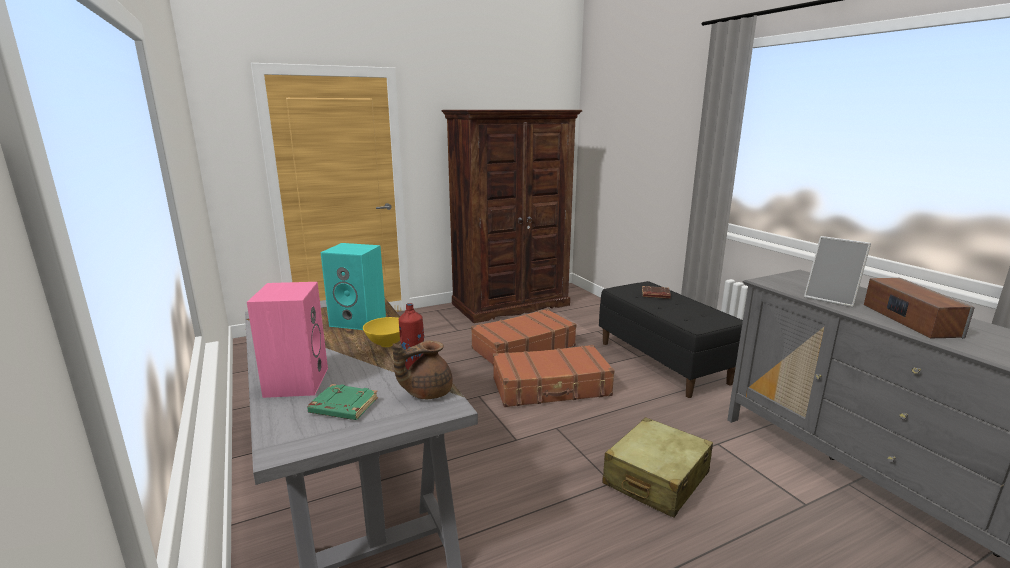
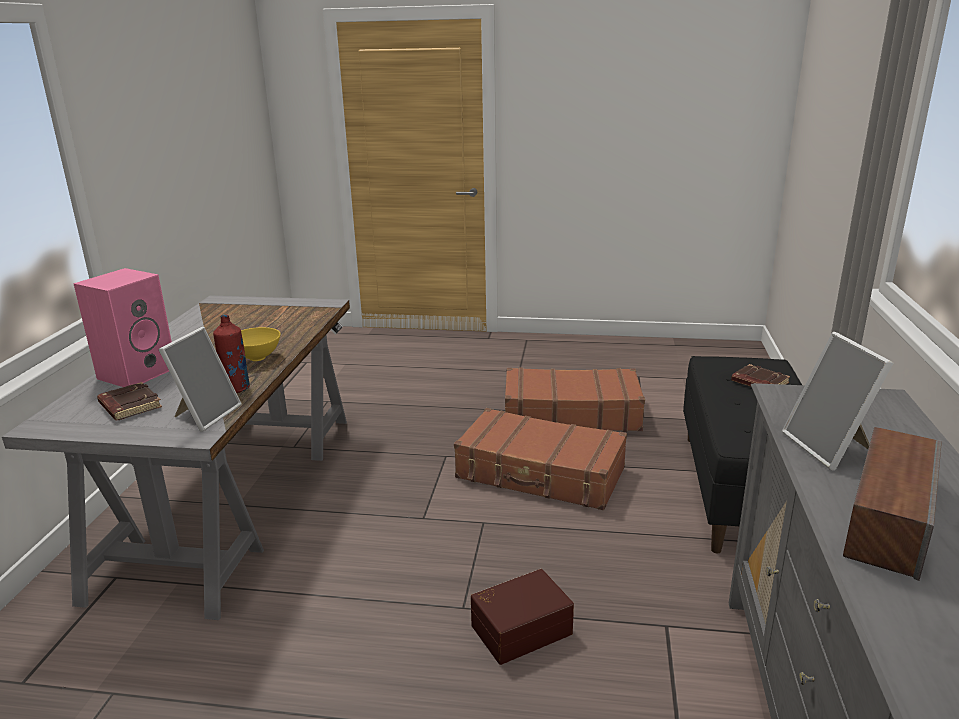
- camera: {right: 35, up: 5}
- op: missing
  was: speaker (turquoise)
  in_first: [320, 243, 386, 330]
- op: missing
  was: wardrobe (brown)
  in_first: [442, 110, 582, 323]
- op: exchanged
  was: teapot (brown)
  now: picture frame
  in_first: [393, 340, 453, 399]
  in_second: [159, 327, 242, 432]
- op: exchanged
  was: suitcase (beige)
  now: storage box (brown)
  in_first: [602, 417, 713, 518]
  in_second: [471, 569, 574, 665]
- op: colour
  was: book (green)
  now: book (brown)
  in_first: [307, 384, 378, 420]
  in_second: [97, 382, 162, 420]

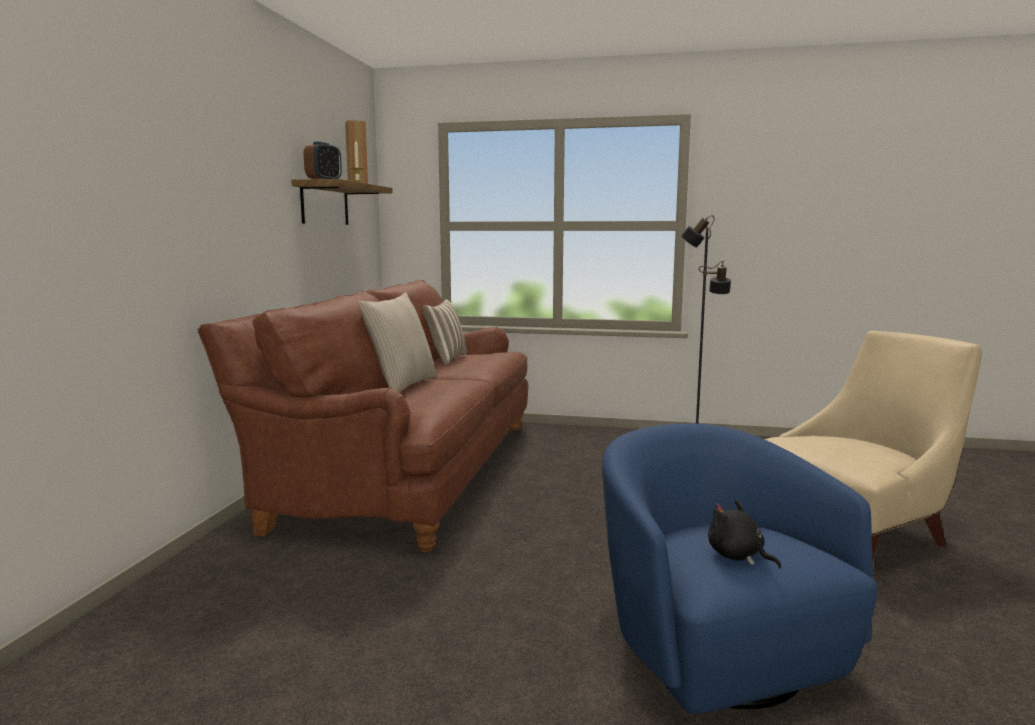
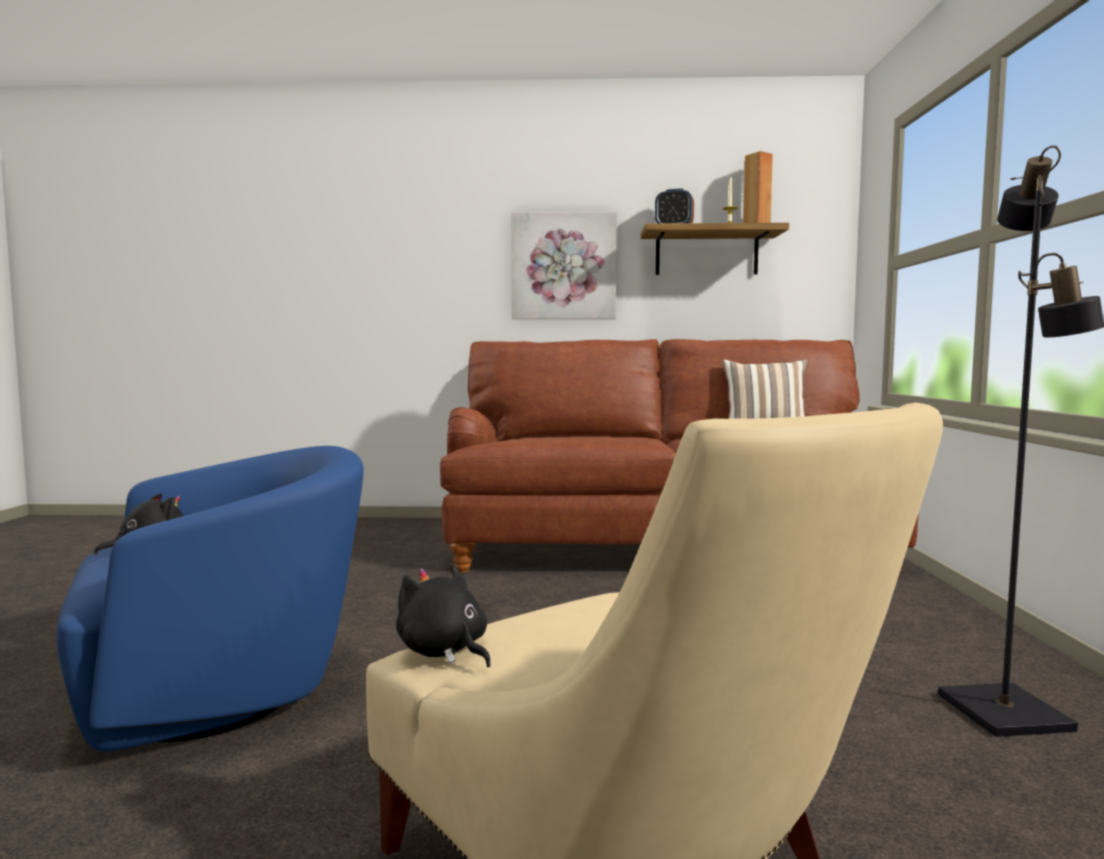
- camera: {right: 80, up: -5}
- op: missing
  was: pillow (beige)
  in_first: [358, 292, 437, 392]
- op: appeared
  now: plush toy (black)
  in_second: [396, 563, 491, 667]
- op: appeared
  now: picture
  in_second: [511, 212, 617, 319]

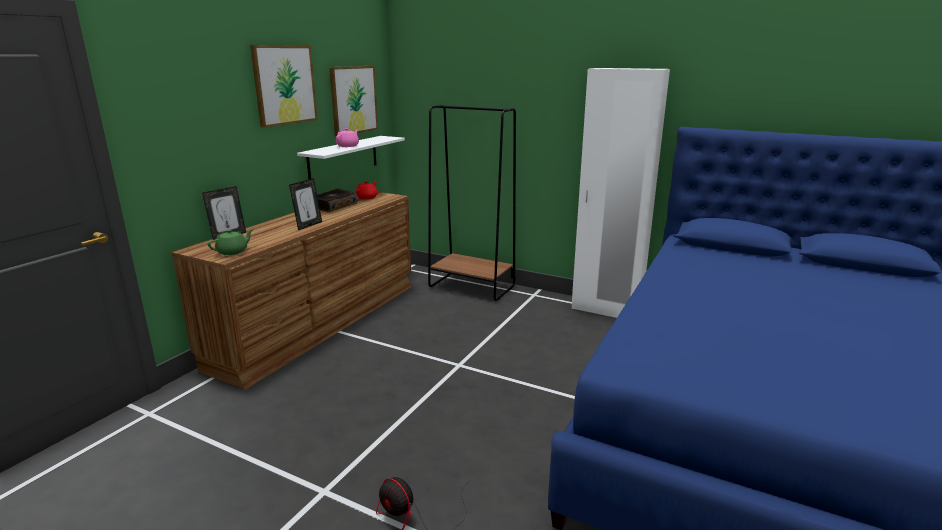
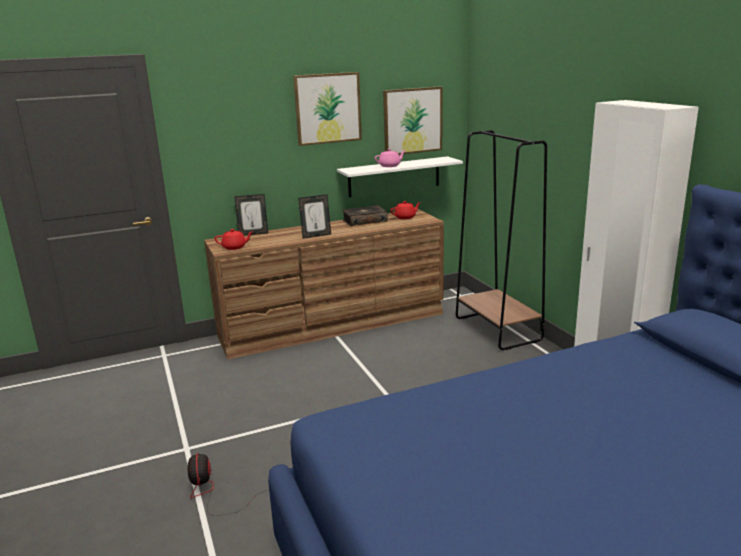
- camera: {right: 40, up: 0}
- op: colour
  was: teapot (green)
  now: teapot (red)
  in_first: [208, 229, 253, 255]
  in_second: [214, 229, 254, 250]

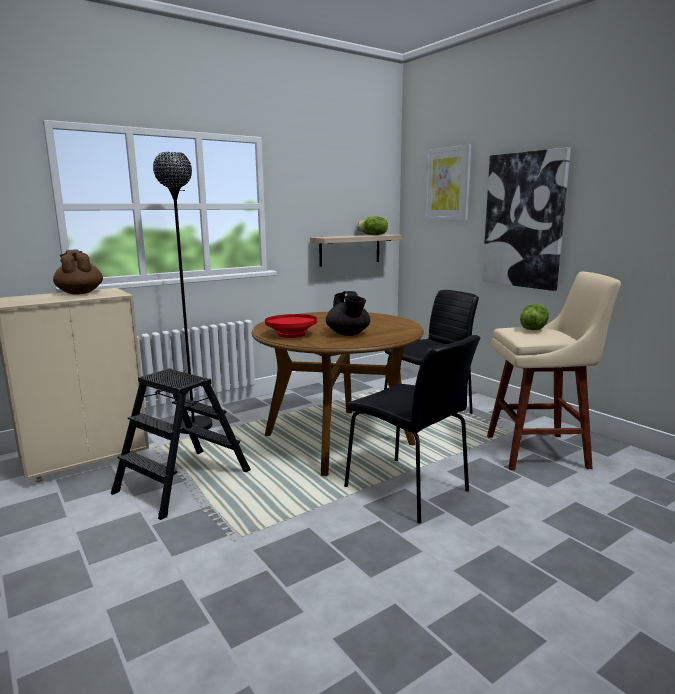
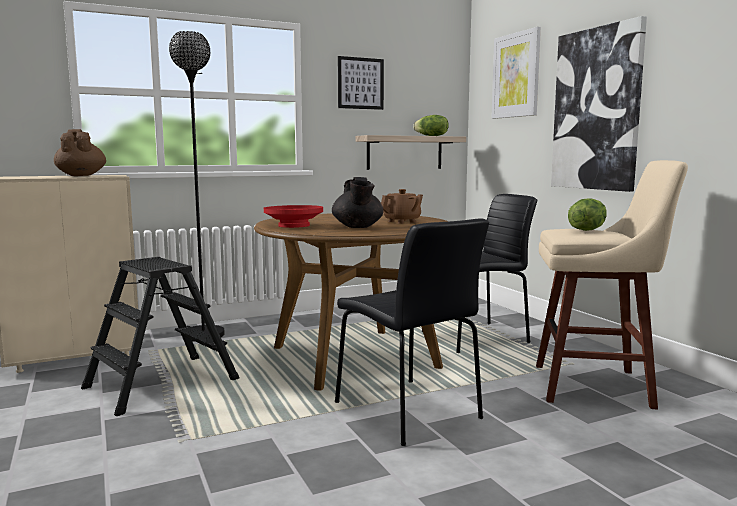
- camera: {right: 10, up: -5}
- op: appeared
  now: picture
  in_second: [338, 56, 384, 110]
- op: appeared
  now: teapot (brown)
  in_second: [381, 189, 423, 224]

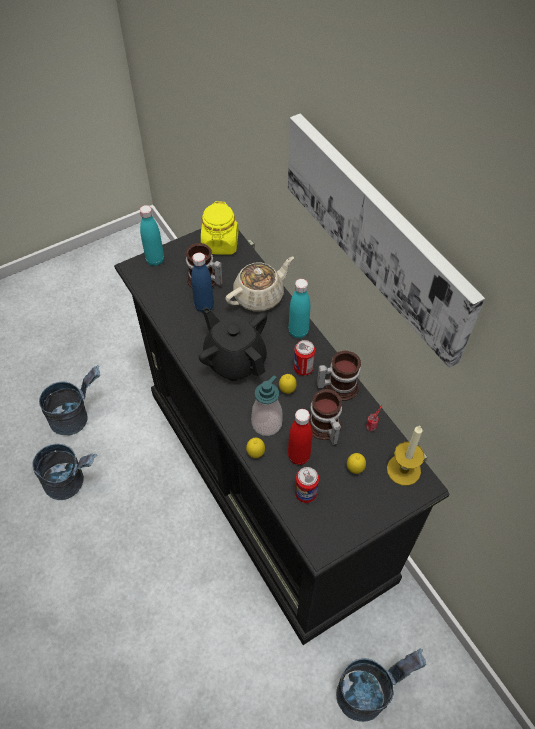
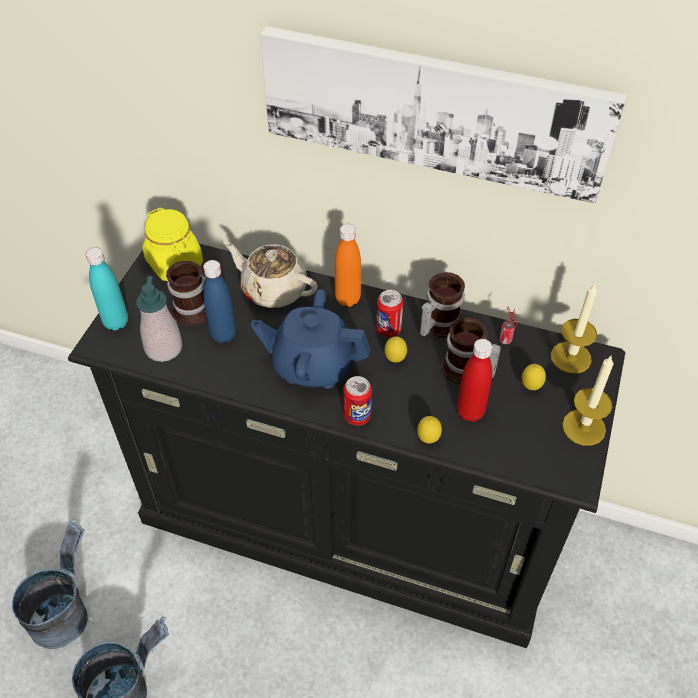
- camera: {right: -40, up: -5}
- op: missing
  was: bucket (grey)
  in_first: [336, 649, 426, 722]
- op: appeared
  now: candle
  in_second: [562, 356, 614, 446]
- op: relocated
  was: soap dispenser
  in_first: [251, 376, 283, 436]
  in_second: [136, 276, 182, 362]
- op: relocated
  was: can
  in_first: [295, 467, 319, 503]
  in_second: [344, 376, 372, 425]
- op: colour
  was: teapot (black)
  now: teapot (blue)
  in_first: [199, 307, 267, 381]
  in_second: [251, 289, 371, 389]
- op: colour
  was: bottle (turquoise)
  now: bottle (orange)
  in_first: [289, 279, 310, 338]
  in_second: [335, 224, 361, 307]
- op: spun
  was: teapot (beige)
  in_first: [225, 257, 294, 312]
  in_second: [223, 241, 318, 308]
  clockwise: -75

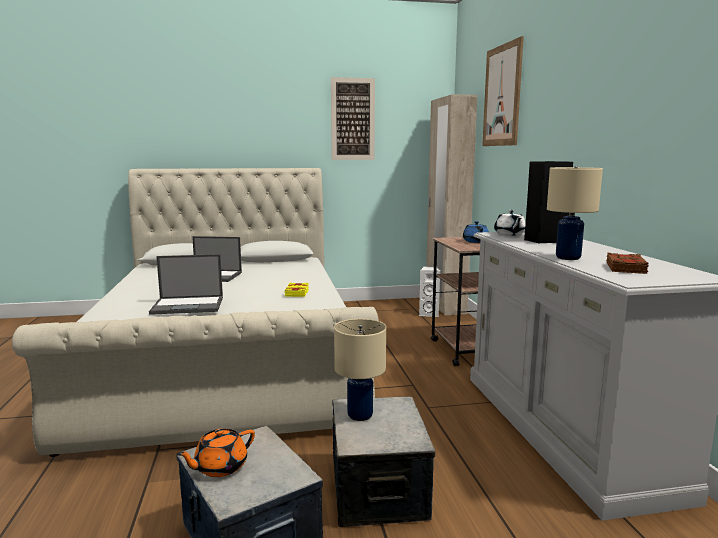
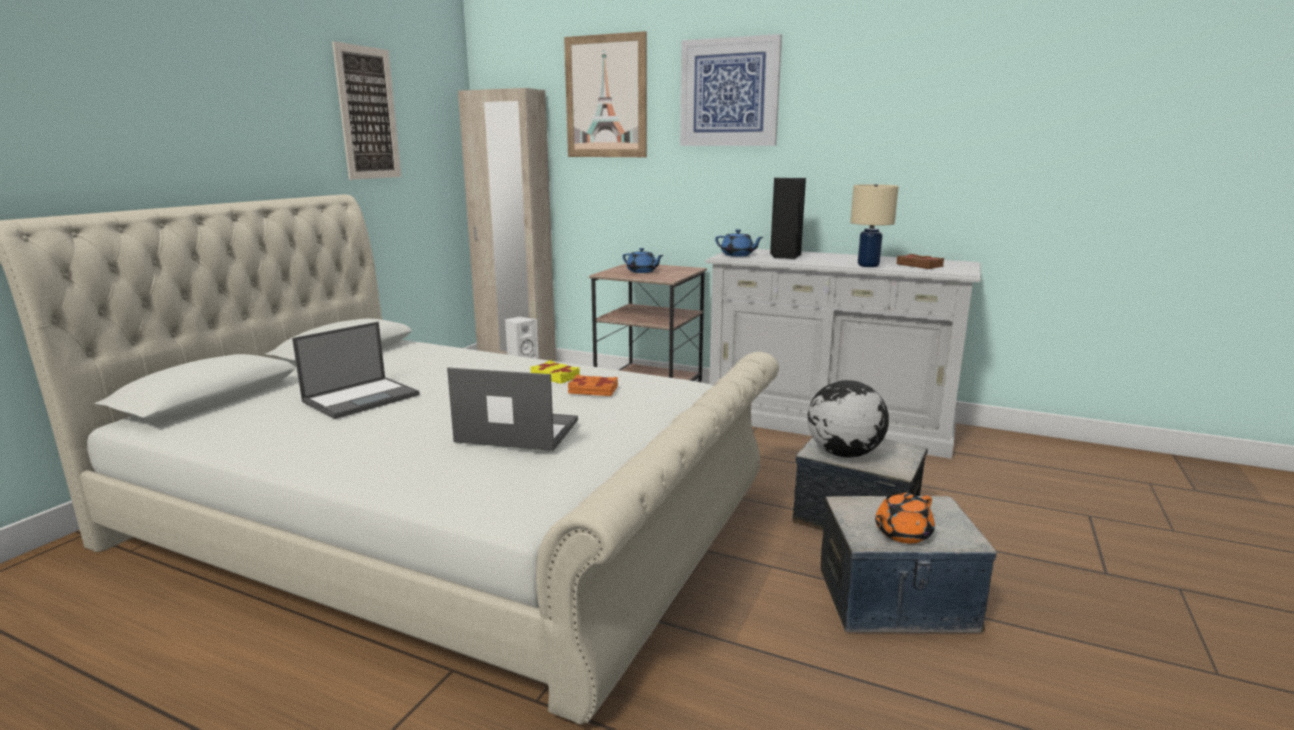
- camera: {right: -55, up: 5}
- op: appeared
  now: book (orange)
  in_second: [568, 375, 618, 396]
- op: appeared
  now: picture
  in_second: [680, 34, 782, 146]
- op: exchanged
  was: table lamp (beige)
  now: globe
  in_first: [334, 319, 386, 421]
  in_second: [807, 380, 889, 458]
- op: colour
  was: teapot (white)
  now: teapot (blue)
  in_first: [494, 210, 526, 236]
  in_second: [715, 229, 763, 257]
- op: spun
  was: laptop
  in_first: [149, 254, 223, 315]
  in_second: [447, 368, 578, 451]
  clockwise: -105
- op: spun
  was: teapot (orange)
  in_first: [176, 429, 255, 477]
  in_second: [875, 493, 935, 544]
  clockwise: 60

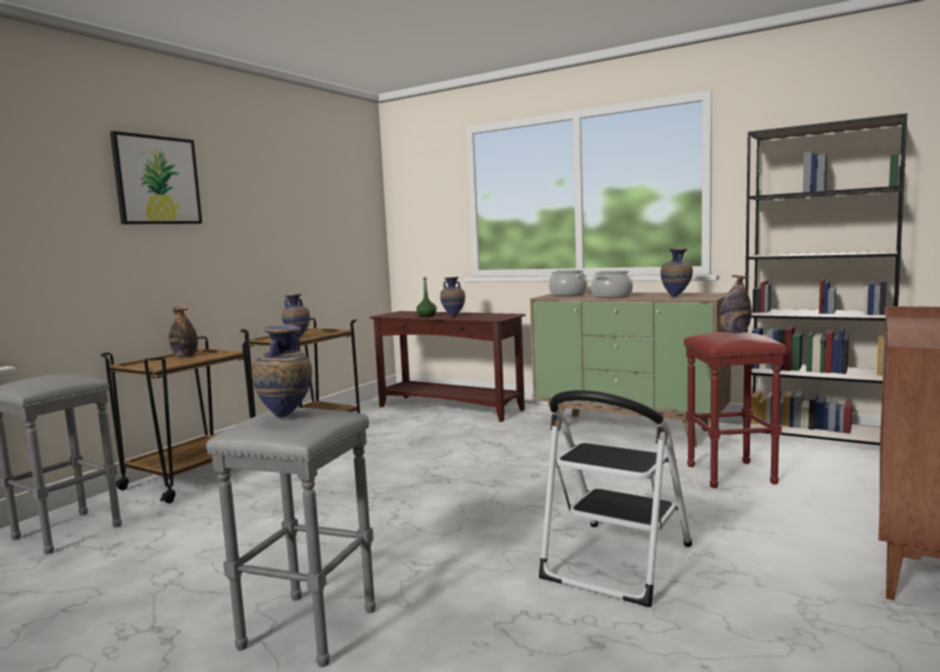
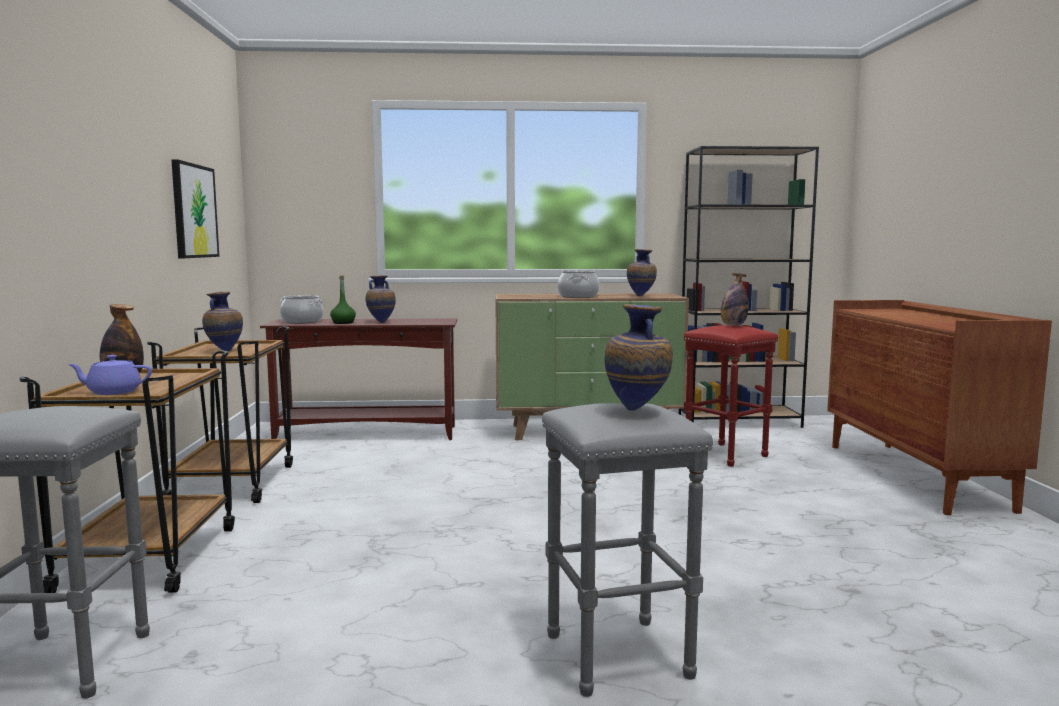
- camera: {right: -35, up: 0}
- op: missing
  was: step ladder
  in_first: [539, 390, 692, 607]
- op: appeared
  now: teapot (purple)
  in_second: [67, 355, 152, 395]
- op: relocated
  was: picture
  in_first: [110, 131, 202, 224]
  in_second: [171, 159, 219, 258]
- op: relocated
  was: cooking pot
  in_first: [549, 270, 587, 296]
  in_second: [280, 295, 323, 323]

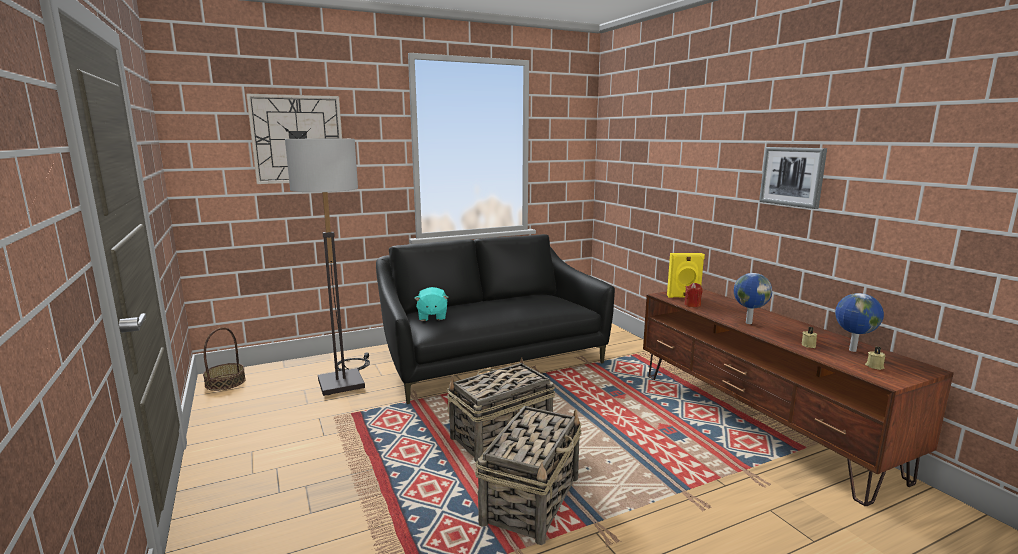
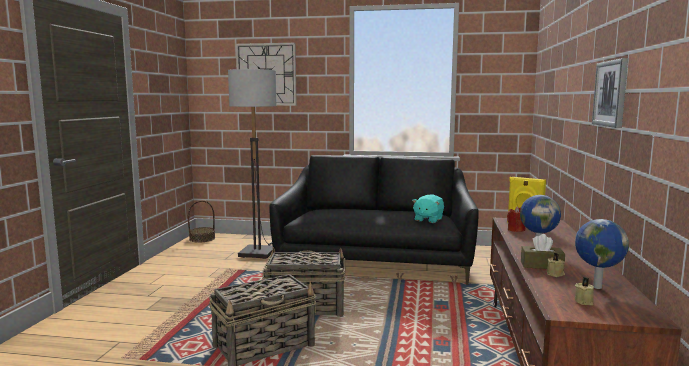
- camera: {right: 35, up: -5}
- op: appeared
  now: tissue box (brown)
  in_second: [521, 234, 565, 269]
- op: relocated
  was: plush toy (turquoise)
  in_first: [414, 287, 448, 321]
  in_second: [412, 194, 444, 223]

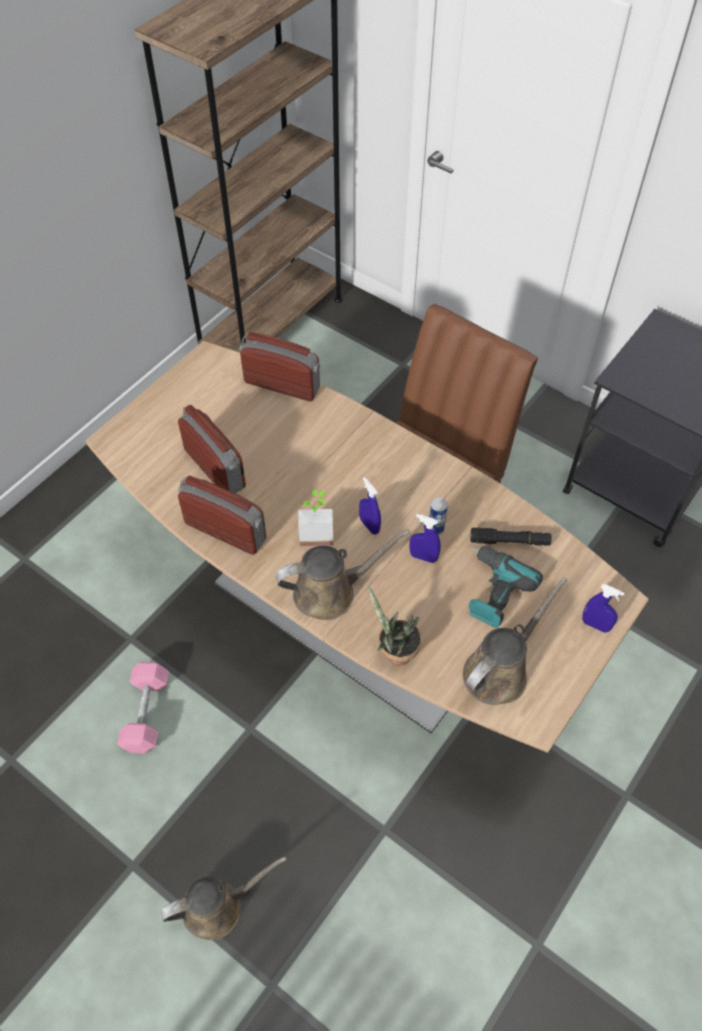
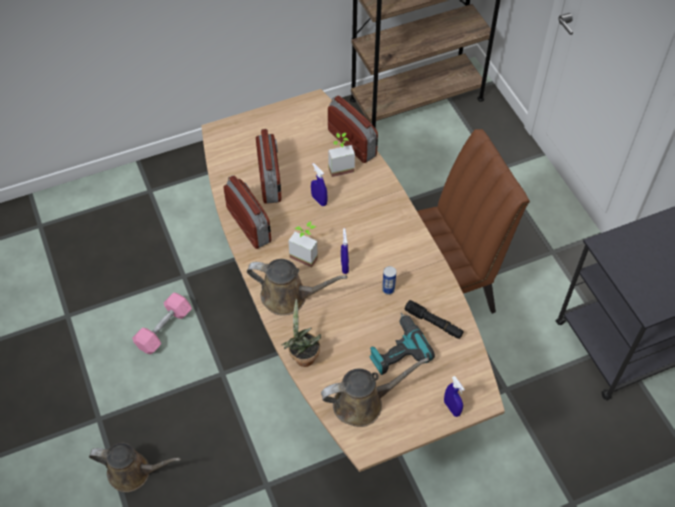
- camera: {right: 30, up: 0}
- op: appeared
  now: potted plant
  in_second: [328, 133, 355, 177]
- op: relocated
  was: spray bottle (blue)
  in_first: [409, 514, 441, 563]
  in_second: [311, 163, 328, 206]

